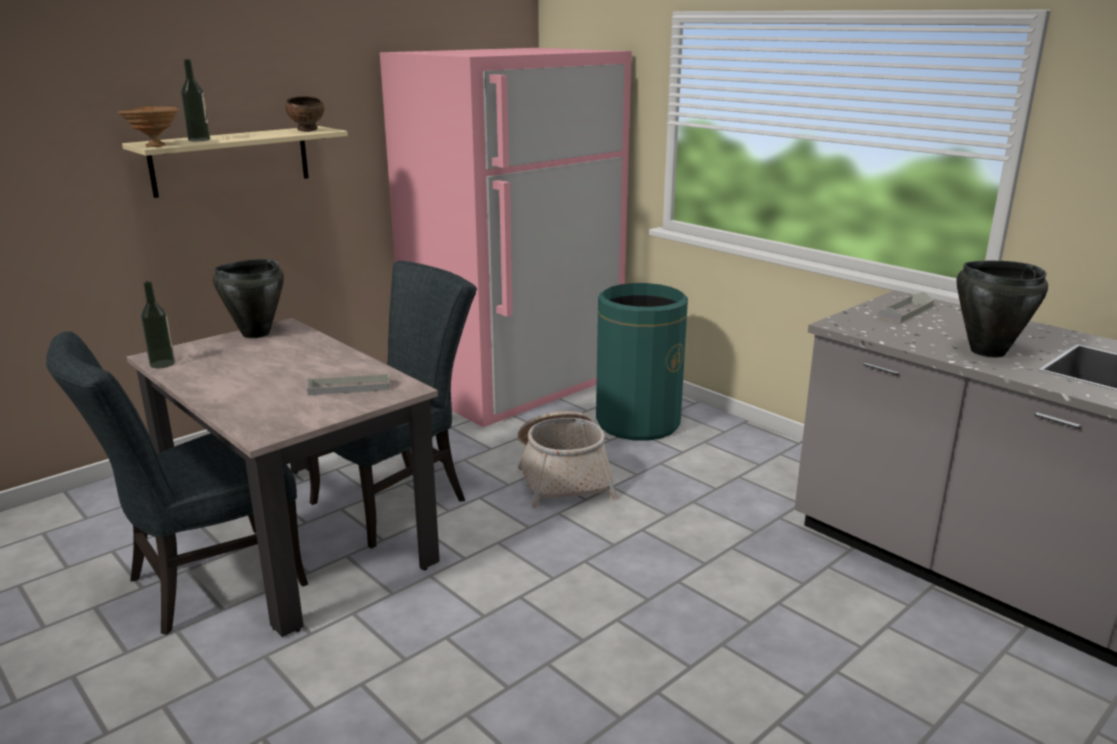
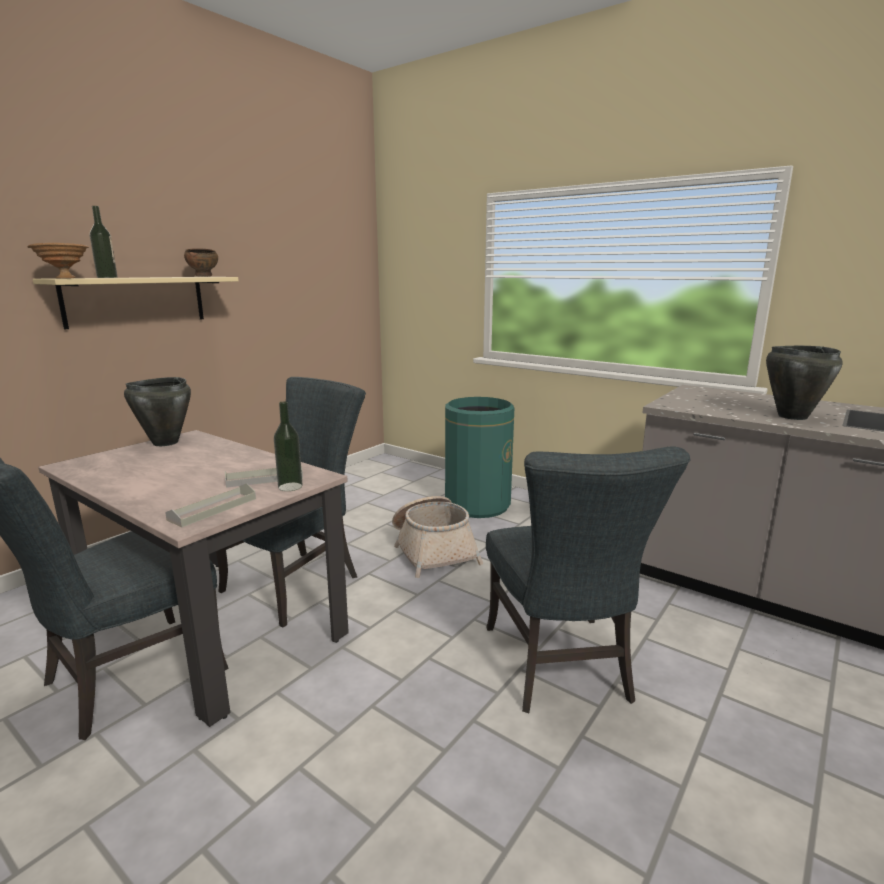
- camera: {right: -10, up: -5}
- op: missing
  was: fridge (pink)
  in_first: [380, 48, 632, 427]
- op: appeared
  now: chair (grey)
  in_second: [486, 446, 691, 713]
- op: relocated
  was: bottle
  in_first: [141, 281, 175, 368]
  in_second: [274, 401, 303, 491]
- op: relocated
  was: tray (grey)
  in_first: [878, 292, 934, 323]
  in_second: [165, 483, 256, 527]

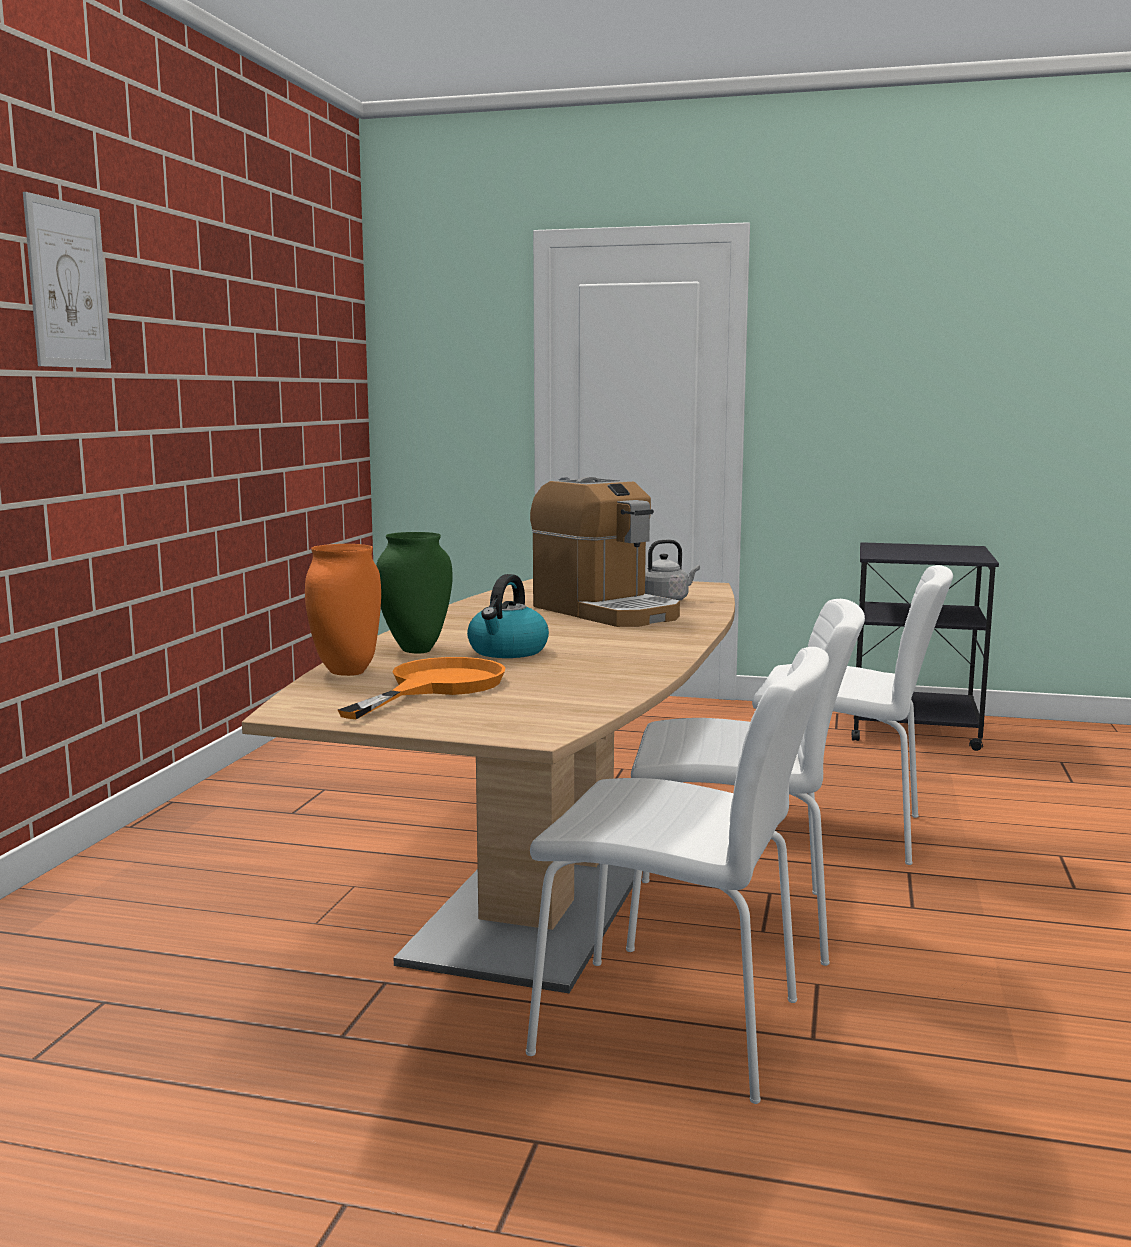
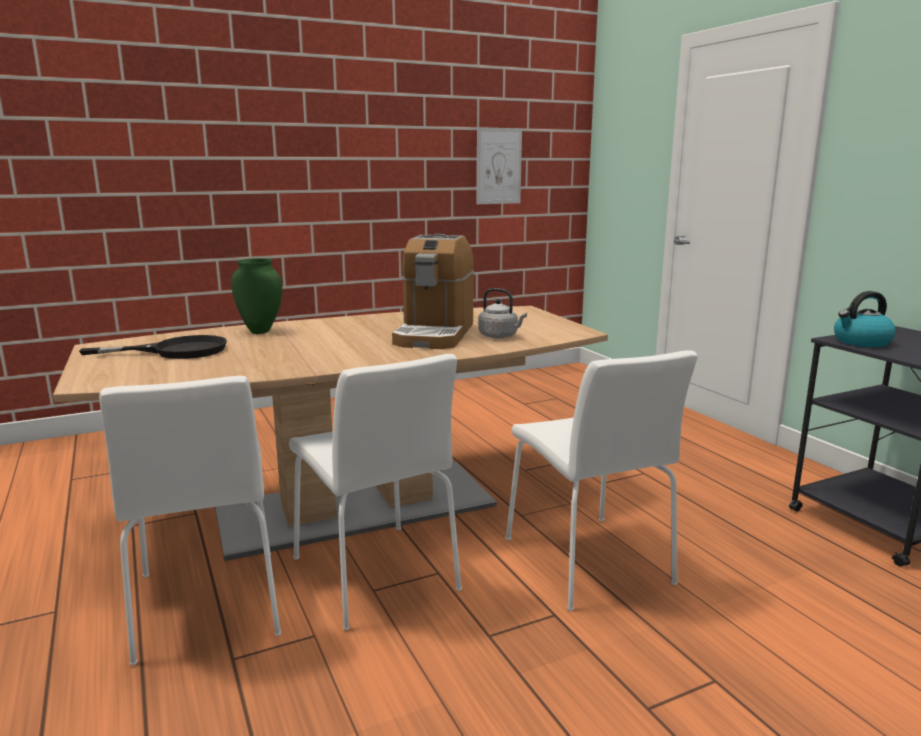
- camera: {right: 50, up: 5}
- op: missing
  was: vase (orange)
  in_first: [305, 544, 381, 676]
- op: relocated
  was: picture
  in_first: [23, 192, 111, 369]
  in_second: [477, 127, 522, 204]
- op: relocated
  was: kettle
  in_first: [467, 574, 549, 658]
  in_second: [834, 291, 896, 347]
- op: colour
  was: frying pan (orange)
  now: frying pan (black)
  in_first: [338, 657, 506, 719]
  in_second: [79, 335, 227, 359]

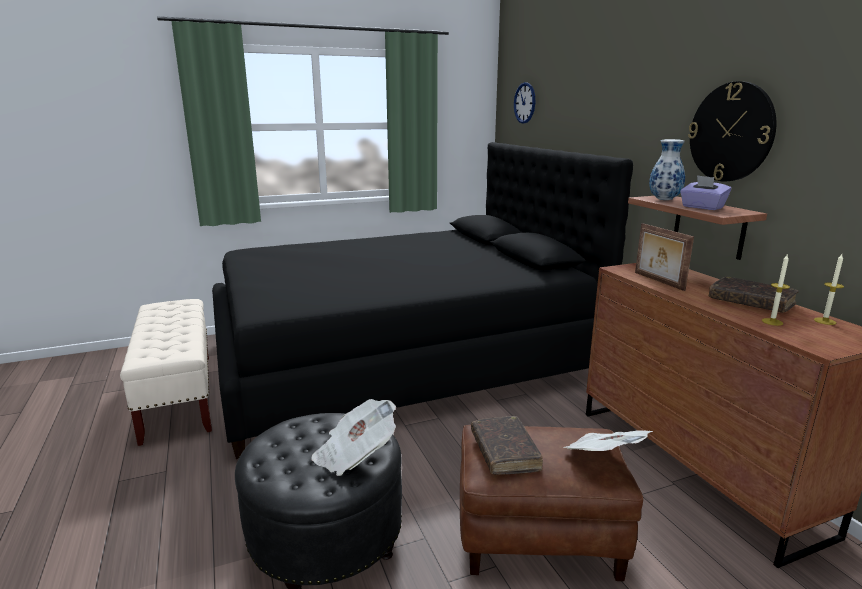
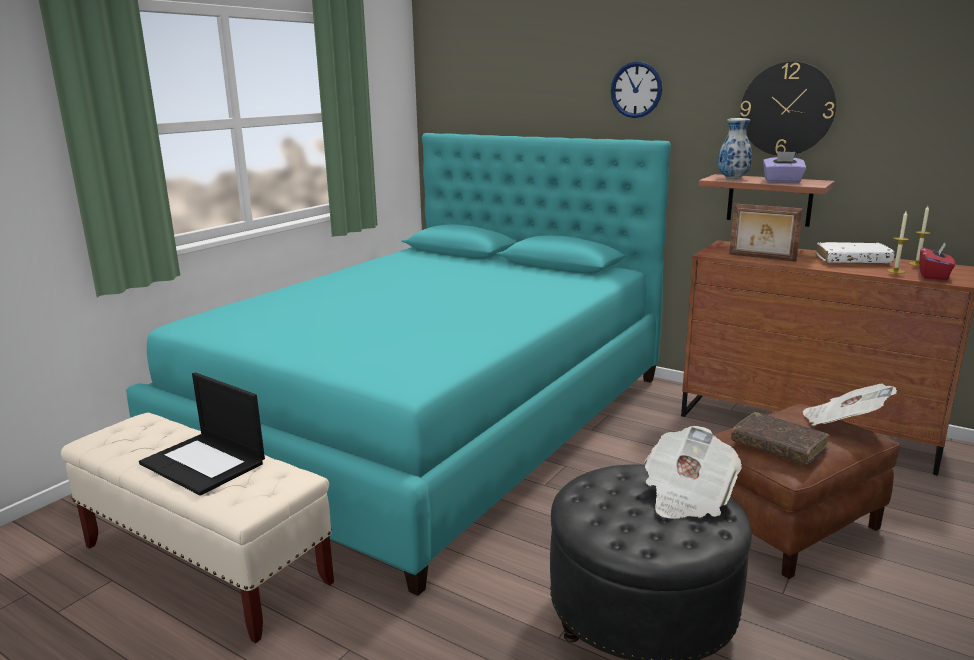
- camera: {right: -35, up: 0}
- op: appeared
  now: laptop
  in_second: [139, 372, 265, 495]
- op: appeared
  now: tissue box (red)
  in_second: [919, 242, 955, 280]
- op: relocated
  was: wall clock
  in_first: [514, 82, 535, 124]
  in_second: [611, 61, 662, 118]
- op: colour
  was: bed (black)
  now: bed (turquoise)
  in_first: [212, 142, 633, 459]
  in_second: [126, 133, 671, 596]
- op: colour
  was: book (brown)
  now: book (white)
  in_first: [709, 276, 799, 313]
  in_second: [816, 242, 895, 263]

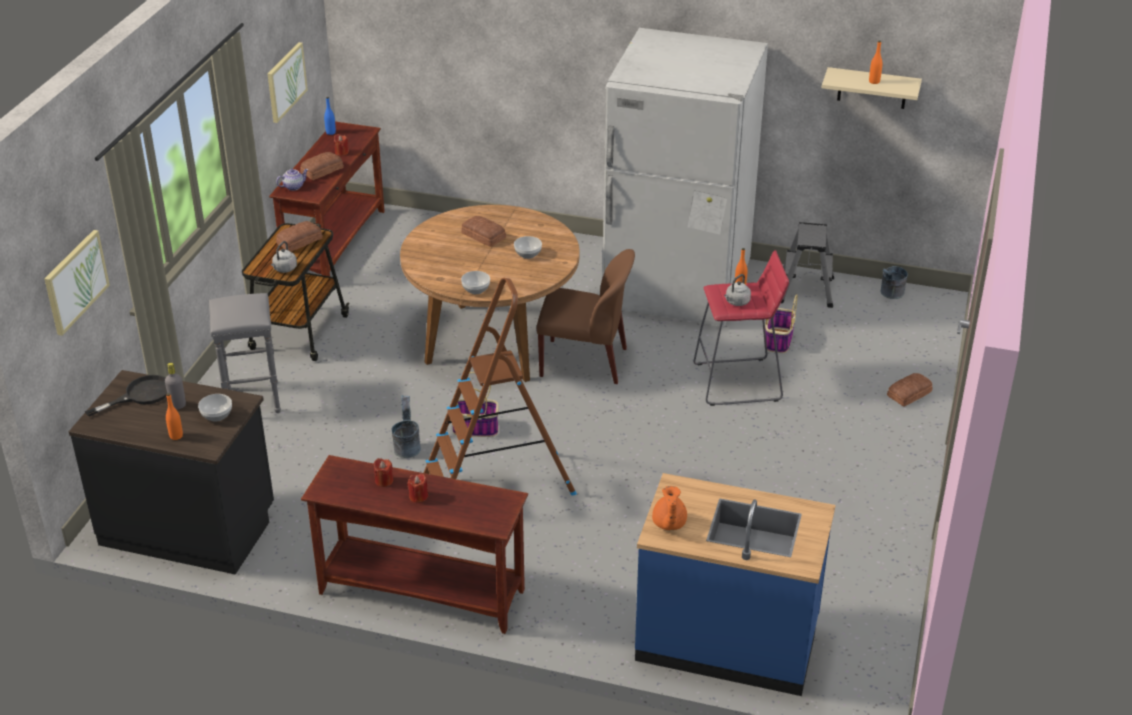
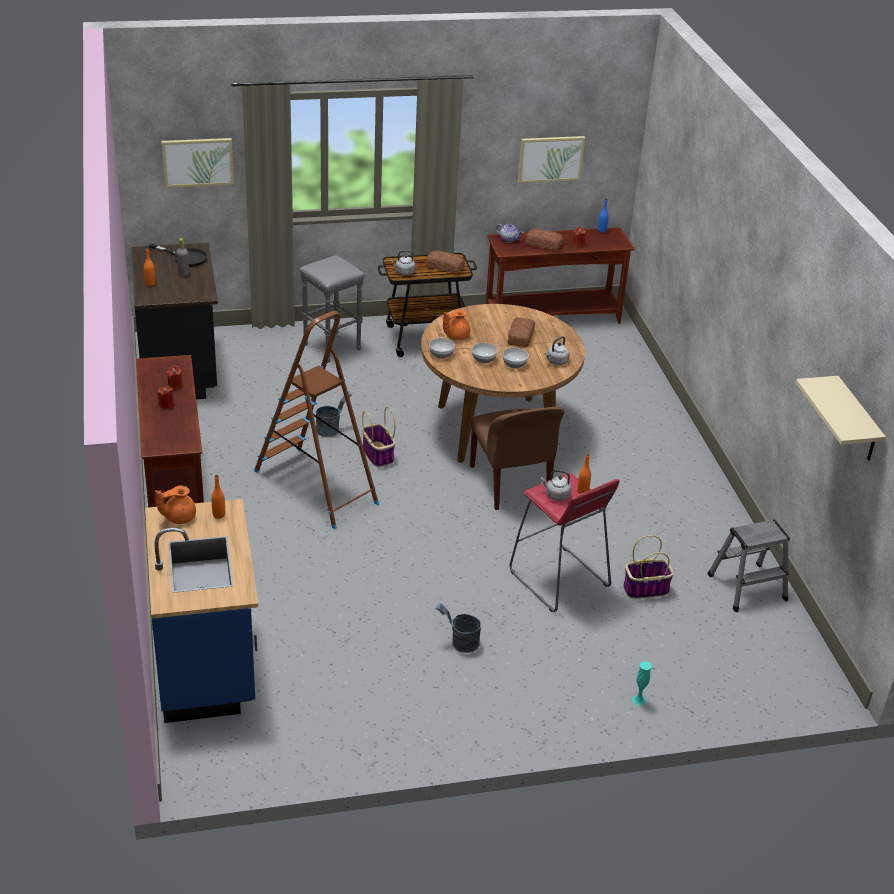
- camera: {right: 60, up: 0}
- op: missing
  was: fridge (white)
  in_first: [602, 28, 768, 326]
- op: appeared
  now: teapot (orange)
  in_second: [443, 309, 470, 340]
- op: appeared
  now: kettle (grey)
  in_second: [545, 336, 570, 365]
- op: relocated
  was: bowl
  in_first: [198, 394, 232, 422]
  in_second: [472, 343, 498, 363]
- op: relocated
  was: bottle (orange)
  in_first: [869, 41, 883, 84]
  in_second: [211, 475, 225, 519]
- op: relocated
  was: bucket (grey)
  in_first: [881, 266, 908, 299]
  in_second: [435, 603, 481, 653]
- op: exchanged
  was: bread
  now: vase (turquoise)
  in_first: [887, 373, 933, 407]
  in_second: [632, 661, 652, 706]

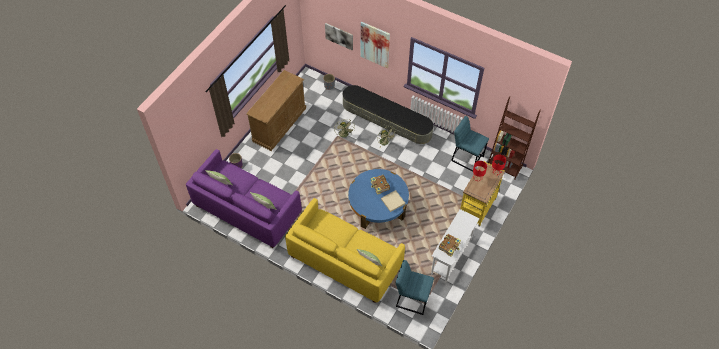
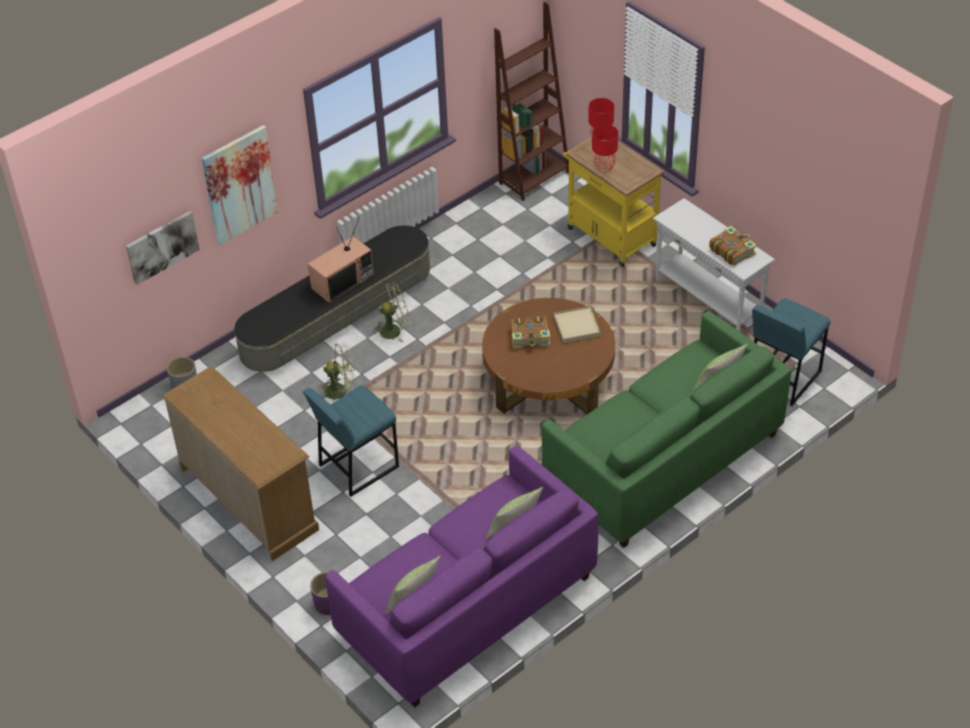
- camera: {right: -70, up: -10}
- op: appeared
  now: television
  in_second: [308, 218, 374, 303]
- op: relocated
  was: stool (blue)
  in_first: [451, 116, 489, 172]
  in_second: [303, 385, 399, 497]
- op: colour
  was: sofa (yellow)
  now: sofa (green)
  in_first: [285, 198, 405, 303]
  in_second: [542, 311, 791, 548]
- op: colour
  was: coffee table (blue)
  now: coffee table (brown)
  in_first: [348, 169, 409, 229]
  in_second: [482, 298, 615, 414]

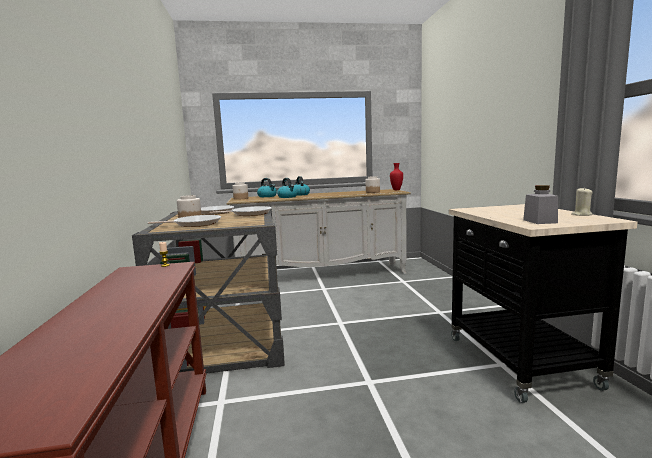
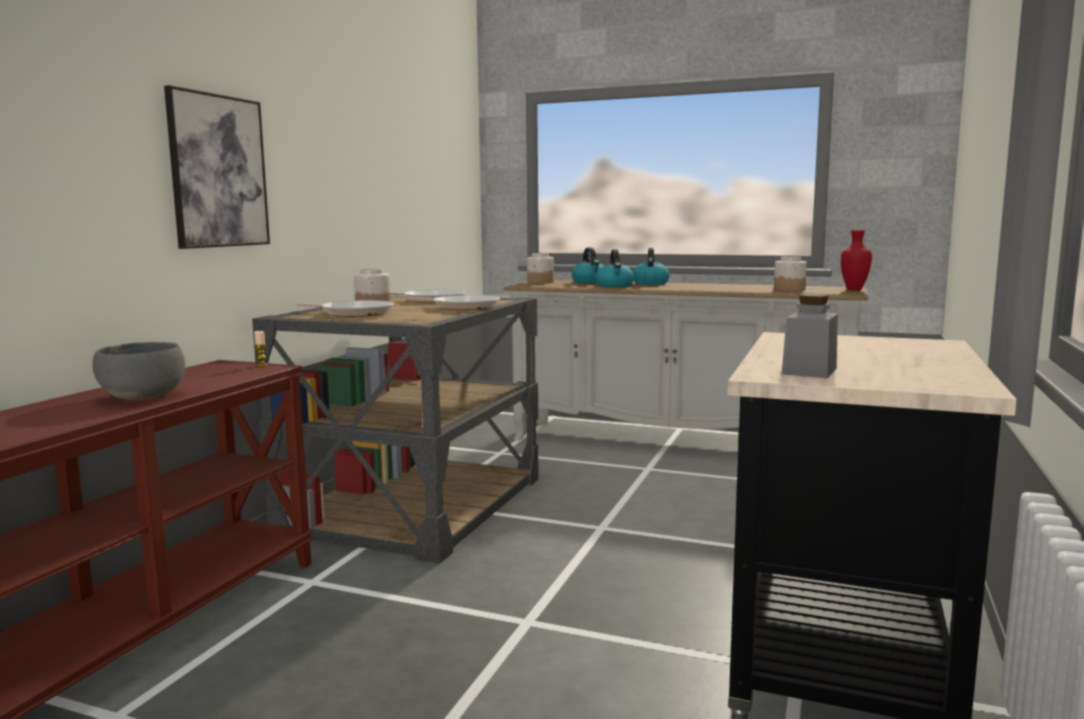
- camera: {right: 30, up: 0}
- op: missing
  was: candle (beige)
  in_first: [571, 187, 593, 216]
- op: appeared
  now: bowl (grey)
  in_second: [92, 342, 185, 401]
- op: appeared
  now: picture
  in_second: [164, 85, 270, 249]

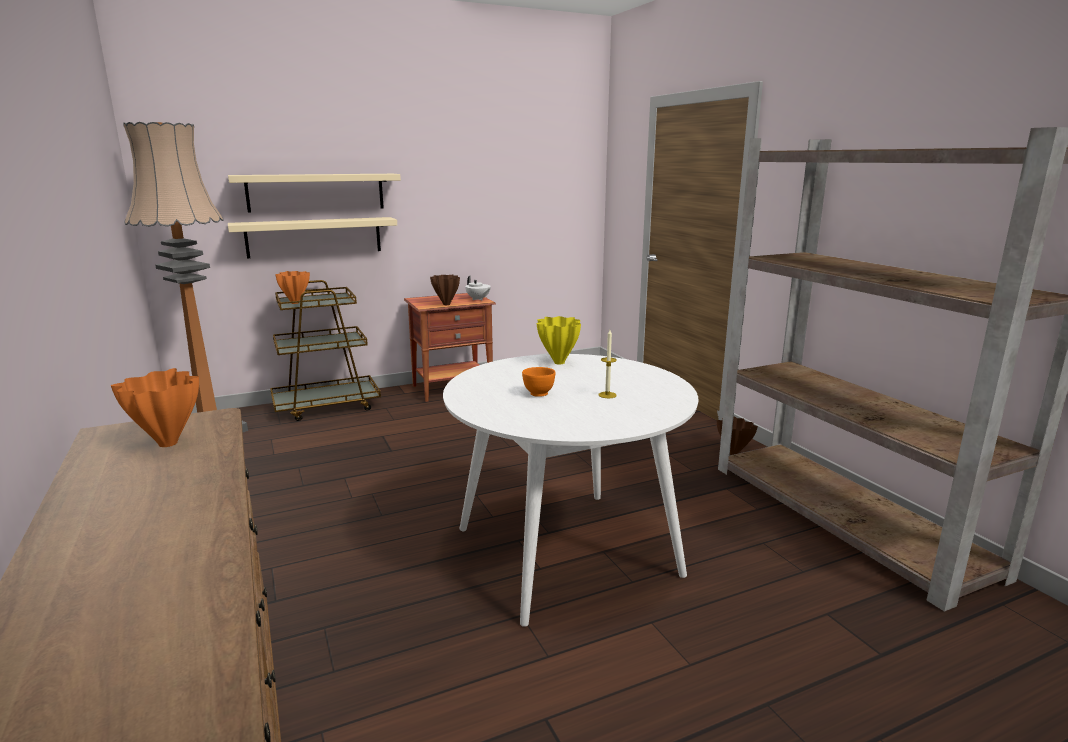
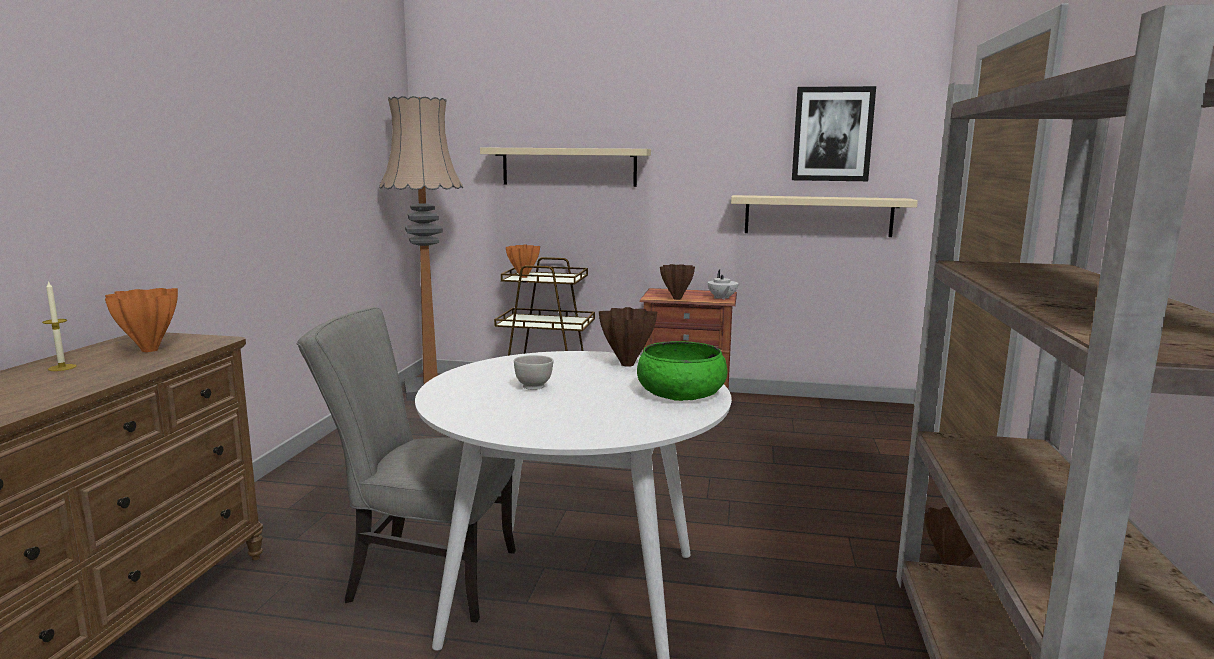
- camera: {right: 35, up: -5}
- op: appeared
  now: chair (grey)
  in_second: [297, 307, 516, 623]
- op: appeared
  now: bowl (green)
  in_second: [637, 341, 728, 401]
- op: appeared
  now: picture
  in_second: [792, 86, 876, 181]
- op: relocated
  was: shelf (beige)
  in_first: [228, 217, 397, 258]
  in_second: [731, 195, 918, 237]
- op: relocated
  was: candle
  in_first: [598, 330, 617, 398]
  in_second: [42, 280, 76, 371]
- op: colour
  was: bowl (orange)
  now: bowl (white)
  in_first: [522, 367, 555, 397]
  in_second: [514, 355, 553, 390]
- op: colour
  was: vase (yellow)
  now: vase (brown)
  in_first: [537, 316, 581, 364]
  in_second: [599, 307, 657, 367]

